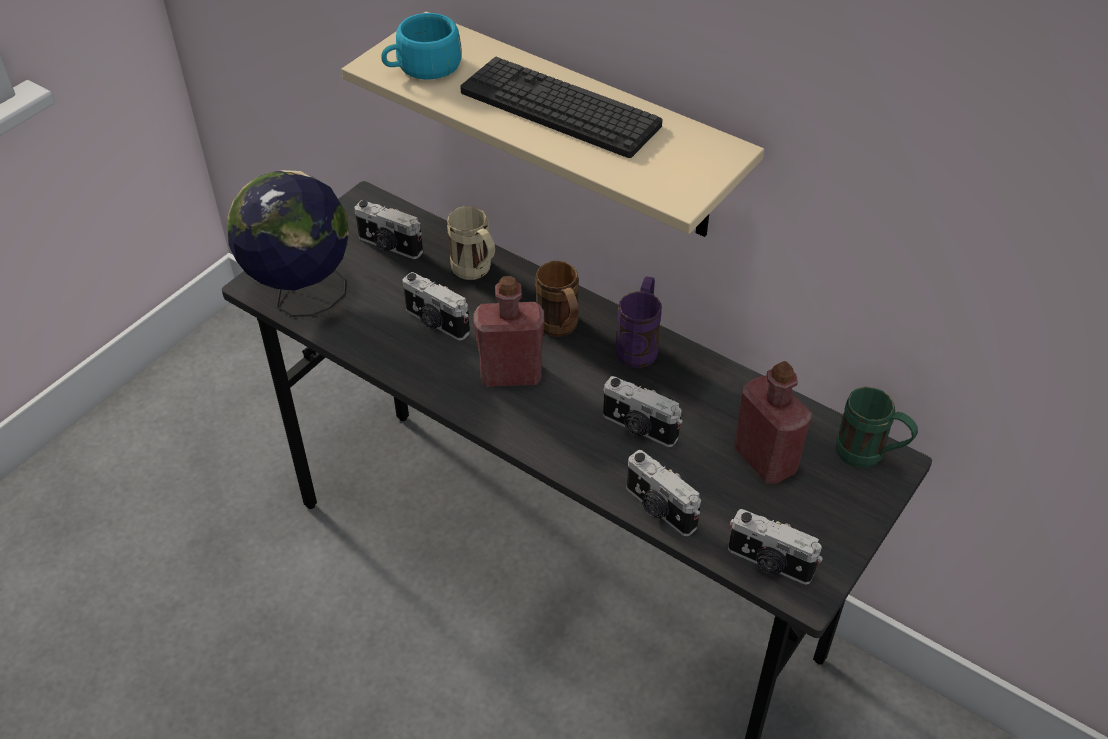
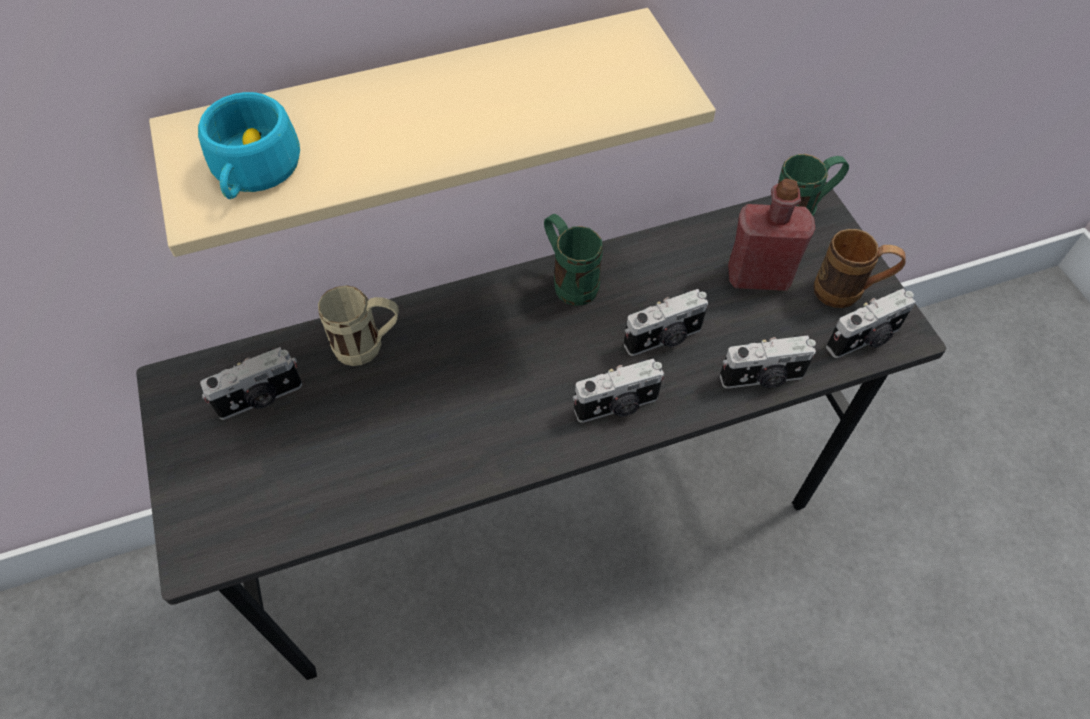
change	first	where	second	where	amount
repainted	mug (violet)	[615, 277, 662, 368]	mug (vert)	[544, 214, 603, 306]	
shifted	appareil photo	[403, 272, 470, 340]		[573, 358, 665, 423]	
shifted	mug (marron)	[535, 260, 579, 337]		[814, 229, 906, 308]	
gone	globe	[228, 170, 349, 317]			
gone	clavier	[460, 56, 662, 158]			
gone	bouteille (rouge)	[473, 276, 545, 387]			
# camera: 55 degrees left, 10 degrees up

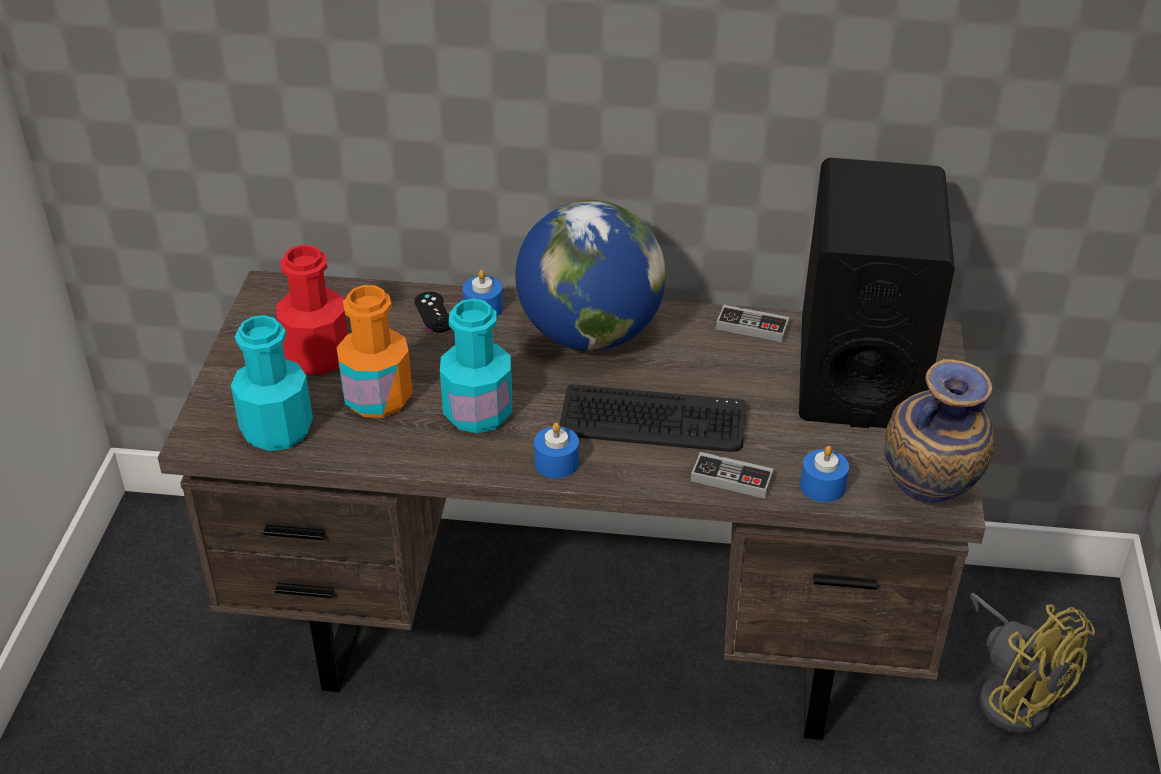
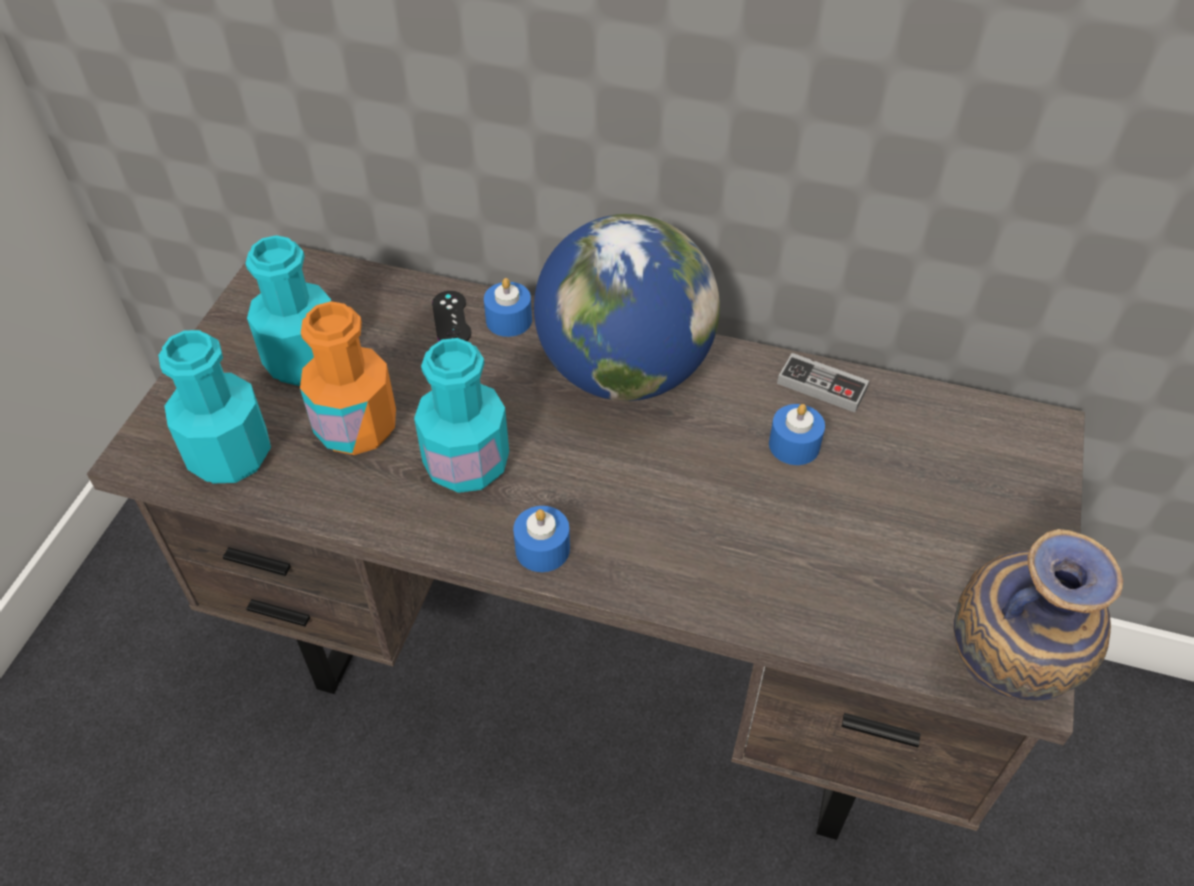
change	first	where	second	where	amount
repainted	bouteille (rouge)	[276, 245, 348, 375]	bouteille (turquoise)	[245, 235, 331, 386]	
shifted	bougie (bleu)	[800, 446, 849, 502]		[769, 404, 825, 465]	
gone	clavier	[560, 385, 746, 452]			
gone	manette	[691, 452, 774, 499]			
gone	enceinte (noir)	[799, 158, 955, 428]			
gone	ventilateur (jaune)	[970, 593, 1095, 734]			
# camera: 10 degrees right, 10 degrees up

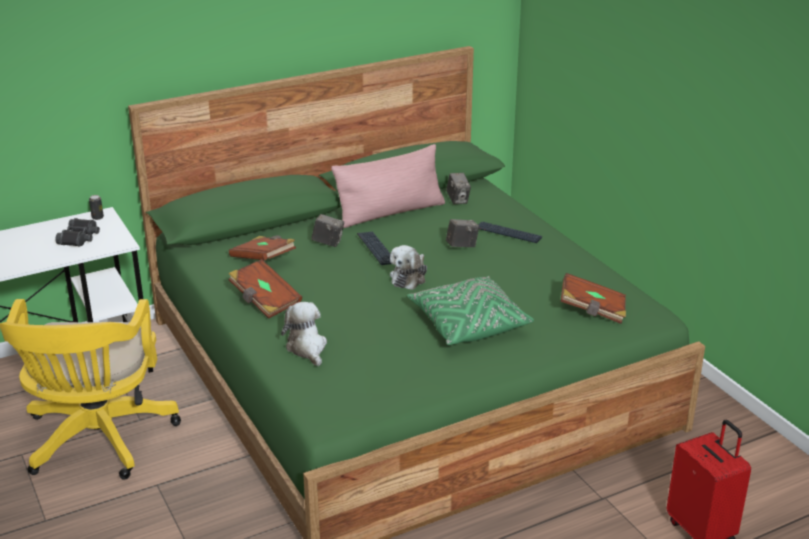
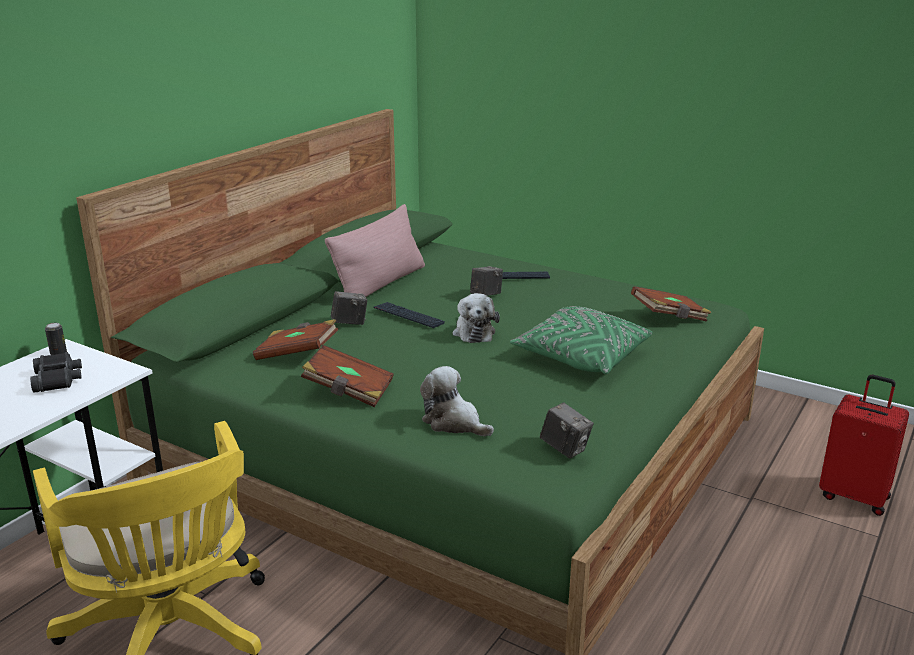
change	first	where	second	where	amount
shifted	appareil photo	[446, 173, 471, 204]		[540, 403, 594, 458]	
# camera: 30 degrees left, 5 degrees down

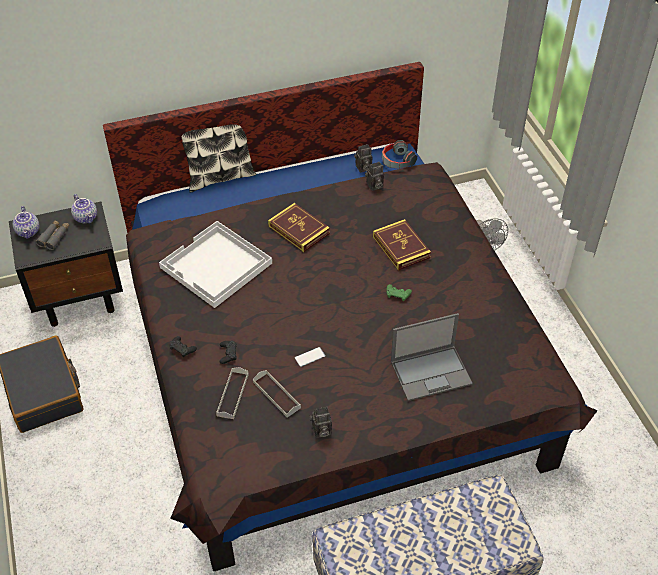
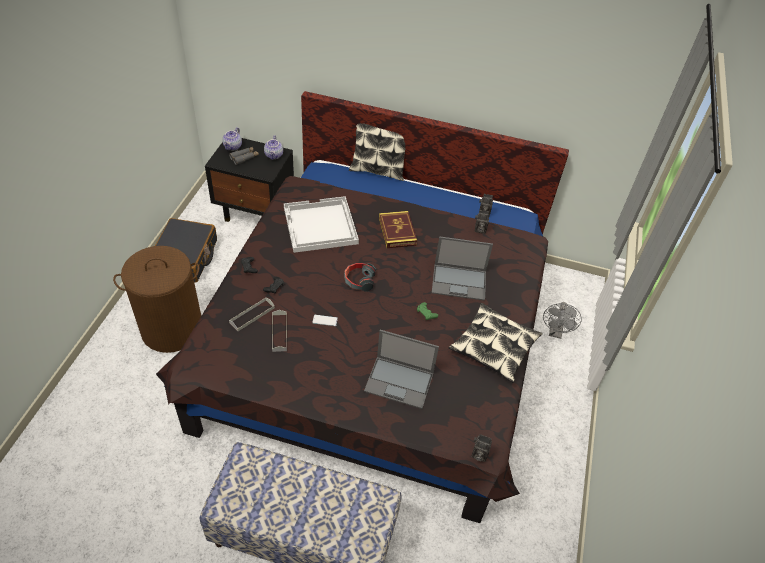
change	first	where	second	where	amount
new			panier à linge (marron)	[113, 246, 201, 353]	
shifted	casque audio	[382, 140, 417, 169]		[344, 263, 376, 291]	
swapped	livre	[373, 219, 431, 271]	ordinateur portable	[432, 236, 493, 301]	
new			coussin	[449, 303, 543, 382]	
shifted	appareil photo	[310, 407, 332, 438]		[471, 434, 492, 462]	
# camera: 30 degrees right, 0 degrees up

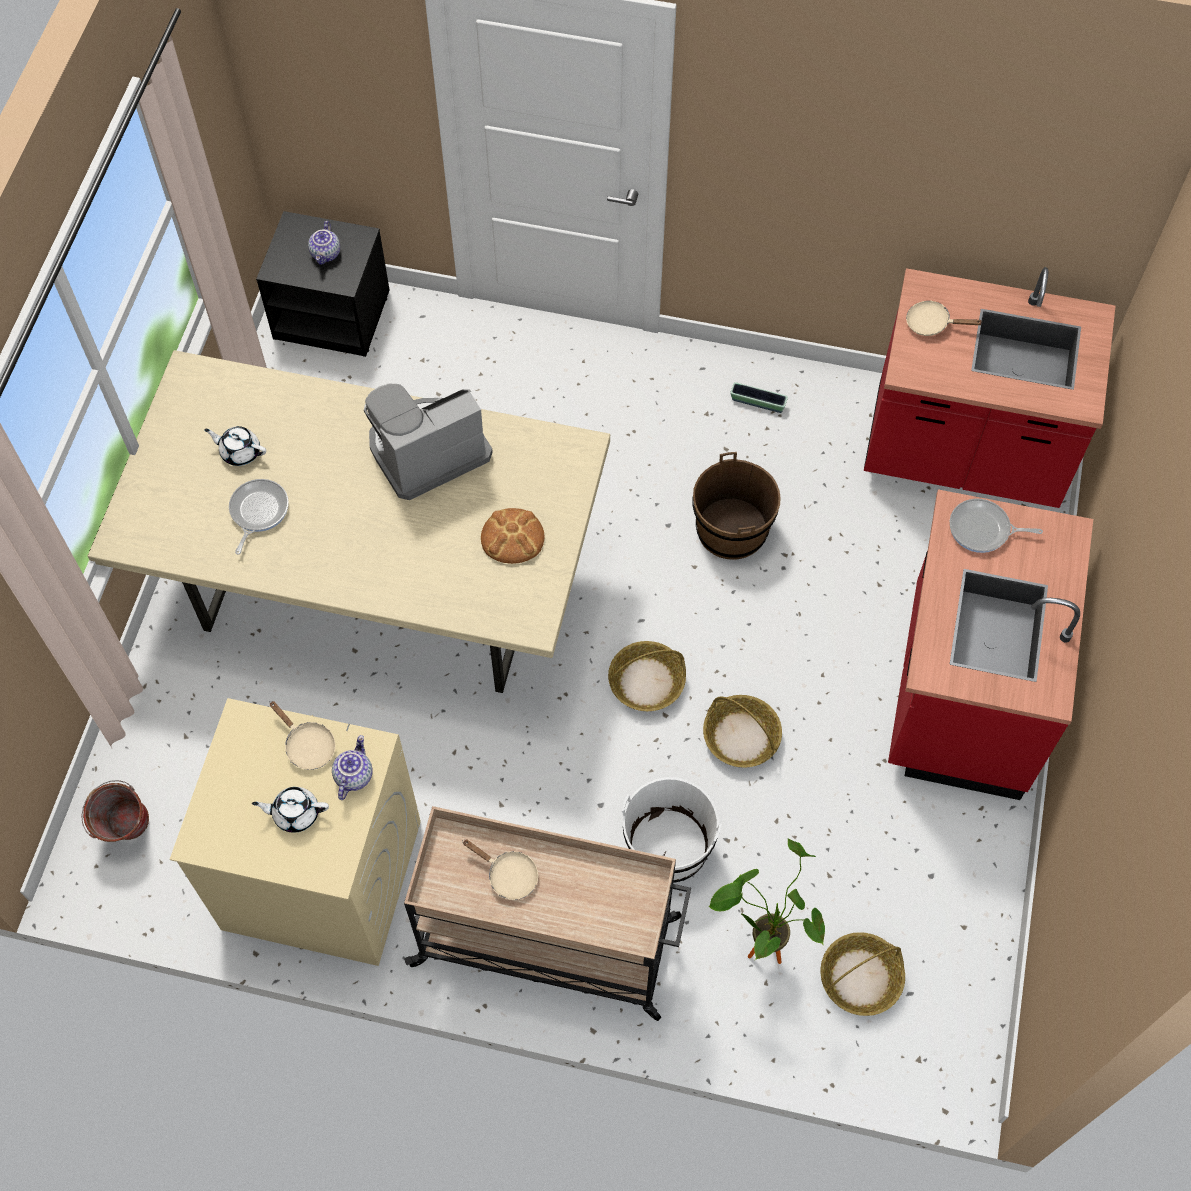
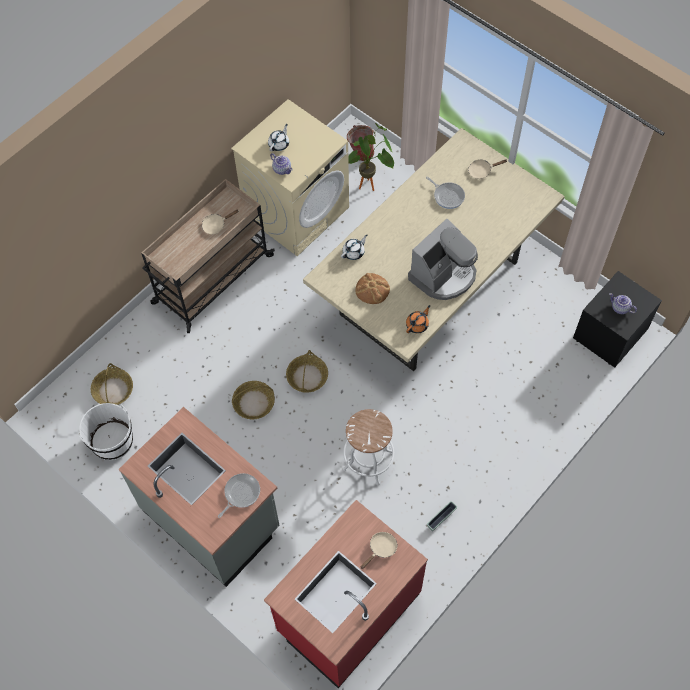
change	first	where	second	where	amount
shifted	seau (blanc)	[622, 777, 721, 883]		[79, 403, 133, 460]	
repainted	comptoir de cuisine (rouge)	[888, 489, 1093, 800]	comptoir de cuisine (gris)	[119, 407, 280, 587]	
shifted	théière (blanc)	[204, 426, 266, 466]		[341, 235, 367, 260]	
swapped	seau (marron)	[692, 452, 781, 560]	tabouret (blanc)	[343, 409, 394, 485]	
shifted	plante en pot	[709, 839, 825, 964]		[348, 123, 394, 191]	
new			théière (orange)	[406, 305, 430, 333]	
rotated	machine à café	[364, 384, 493, 500]		[408, 219, 478, 300]	45 degrees clockwise
shifted	poêle (beige)	[269, 701, 335, 770]		[468, 159, 507, 179]	
# camera: 120 degrees right, 0 degrees up

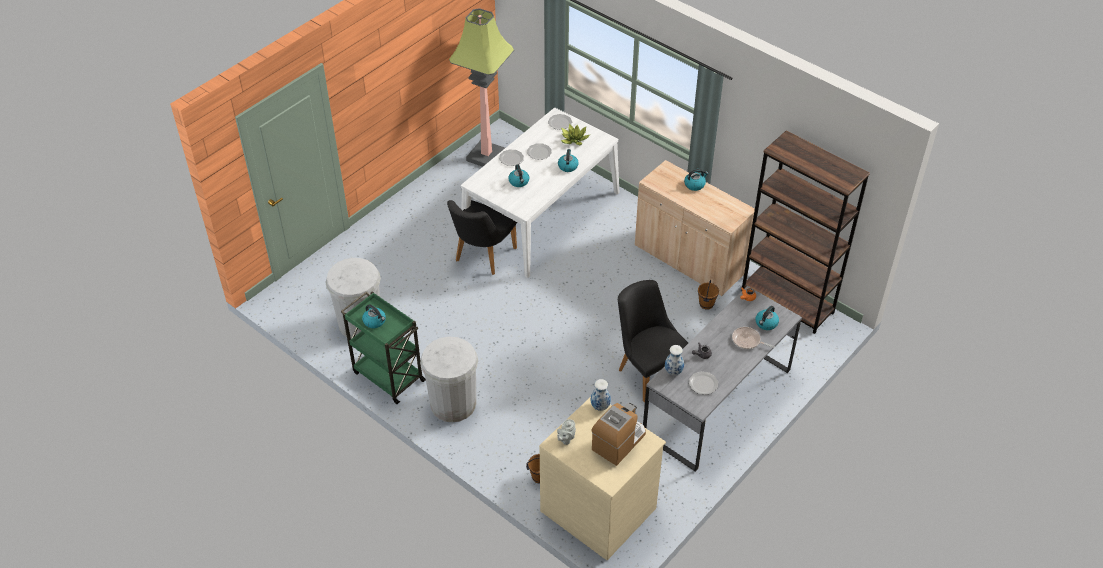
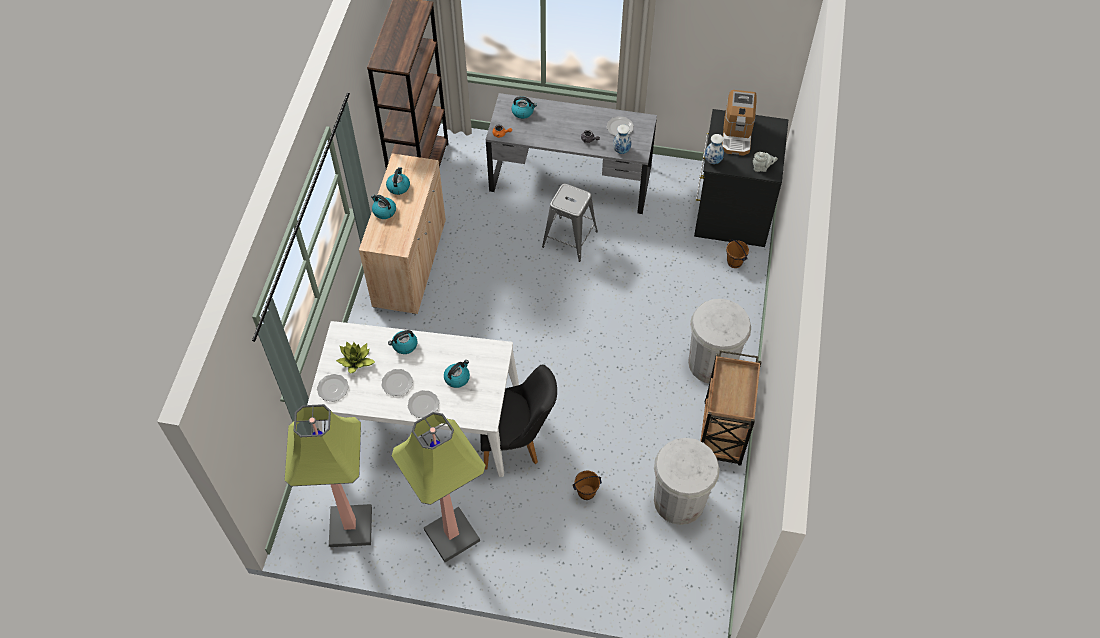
change	first	where	second	where	amount
shifted	bouilloire	[362, 304, 386, 328]		[386, 167, 410, 195]	
new			lampadaire	[391, 412, 486, 562]	
swapped	chaise (noir)	[618, 280, 688, 402]	tabouret (gris)	[542, 184, 598, 262]	
shifted	seau (marron)	[698, 280, 719, 310]		[573, 470, 602, 500]	
repainted	commode (beige)	[539, 397, 666, 560]	commode (noir)	[694, 109, 788, 247]	
repainted	chariot (vert)	[341, 291, 426, 404]	chariot (marron)	[700, 350, 761, 466]	
rotated	machine à café	[592, 403, 646, 466]		[722, 90, 757, 156]	90 degrees counterclockwise
gone	poêle	[732, 327, 775, 349]			
# camera: 120 degrees left, 10 degrees up

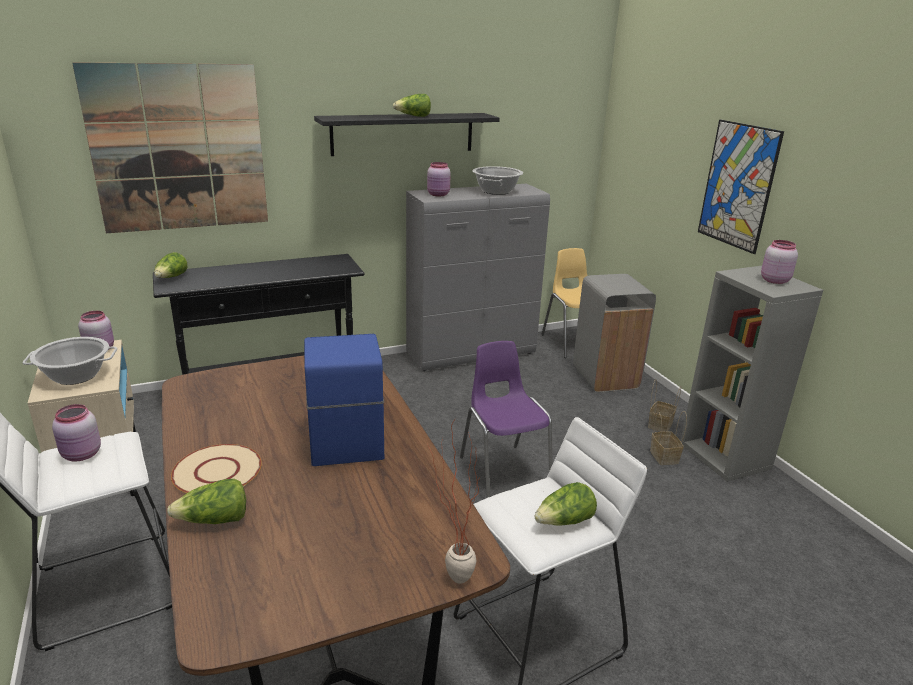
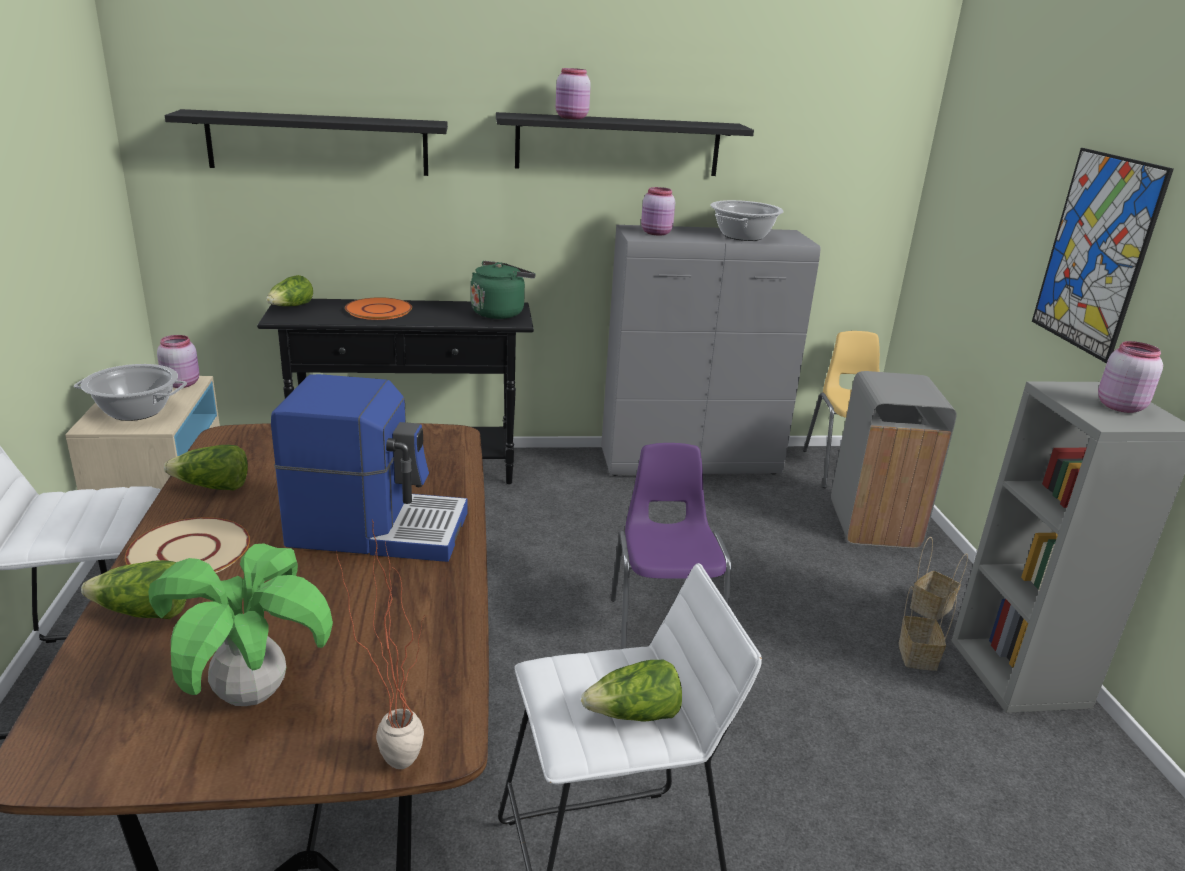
change	first	where	second	where	amount
new			plante en pot	[148, 543, 333, 706]	
shifted	laitue	[393, 94, 431, 117]		[164, 445, 248, 490]	
swapped	tableau	[72, 62, 268, 233]	étagère (noir)	[165, 109, 448, 176]	
rotated	machine à café	[304, 334, 384, 466]		[271, 374, 468, 562]	90 degrees clockwise
new			assiette (orange)	[345, 297, 412, 320]	
new			bouilloire (vert)	[471, 261, 536, 319]	
shifted	bocal (rose)	[52, 404, 101, 462]		[556, 68, 591, 119]	
# camera: 15 degrees right, 0 degrees up

